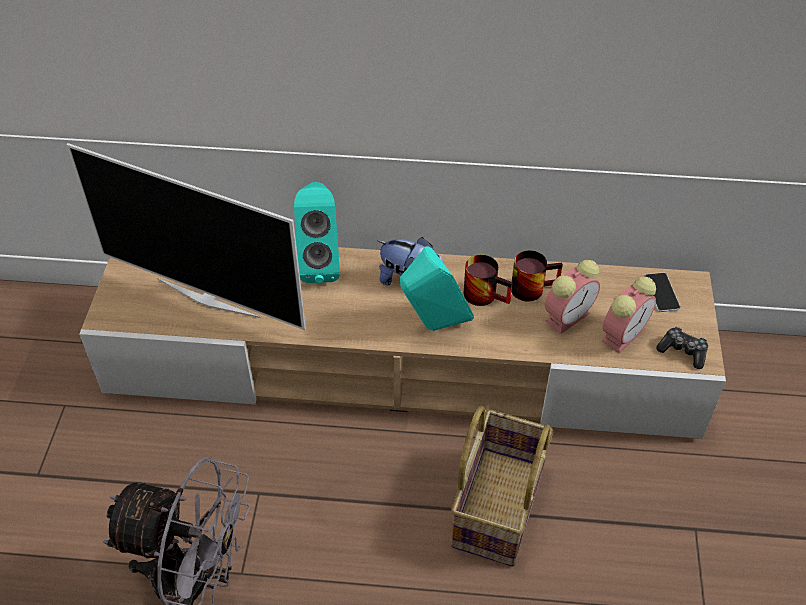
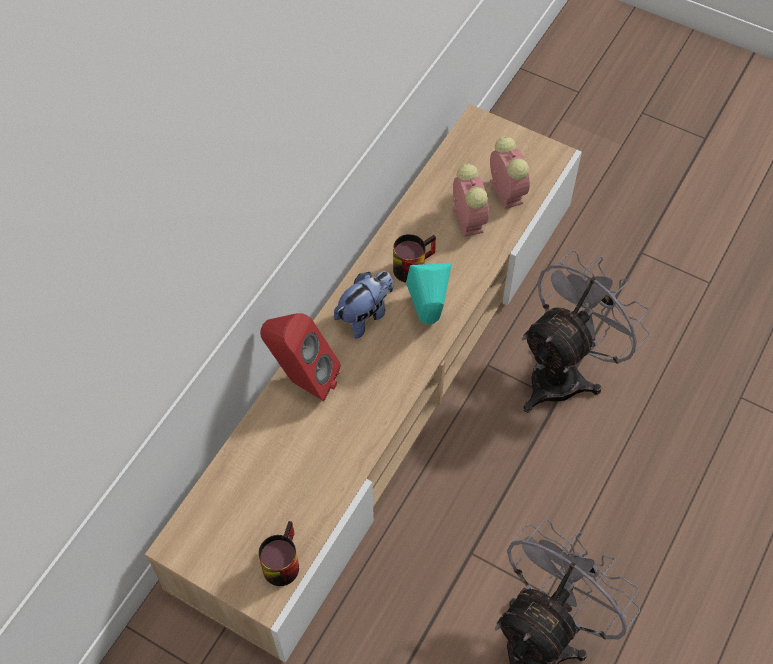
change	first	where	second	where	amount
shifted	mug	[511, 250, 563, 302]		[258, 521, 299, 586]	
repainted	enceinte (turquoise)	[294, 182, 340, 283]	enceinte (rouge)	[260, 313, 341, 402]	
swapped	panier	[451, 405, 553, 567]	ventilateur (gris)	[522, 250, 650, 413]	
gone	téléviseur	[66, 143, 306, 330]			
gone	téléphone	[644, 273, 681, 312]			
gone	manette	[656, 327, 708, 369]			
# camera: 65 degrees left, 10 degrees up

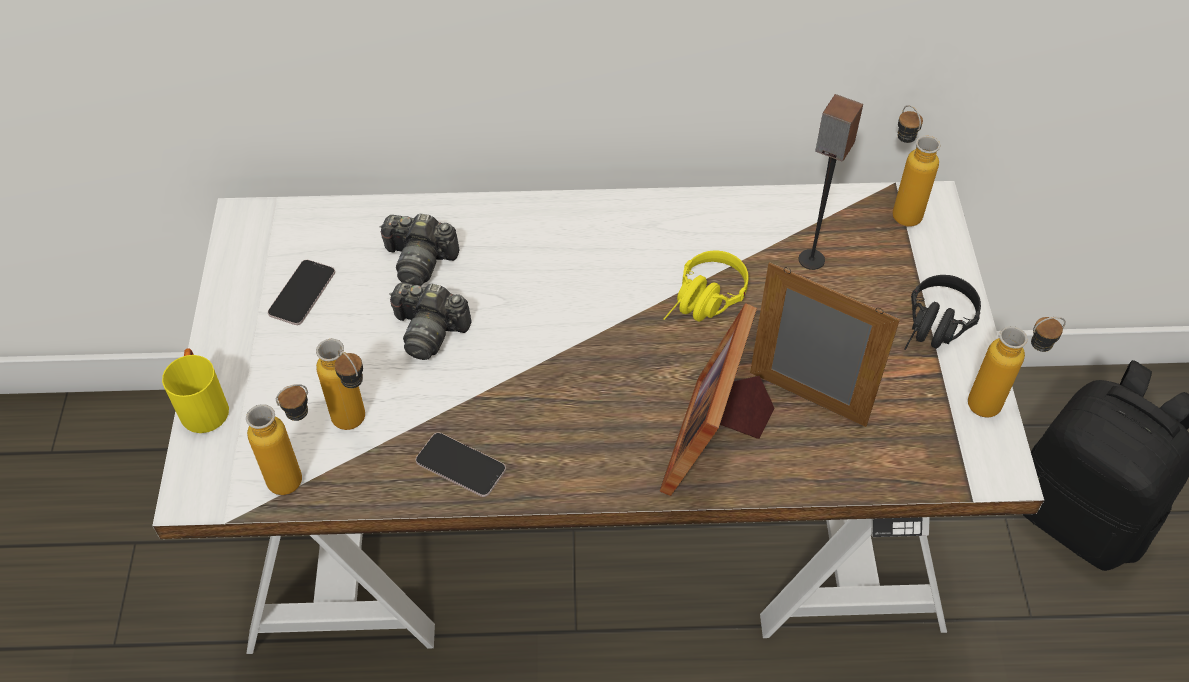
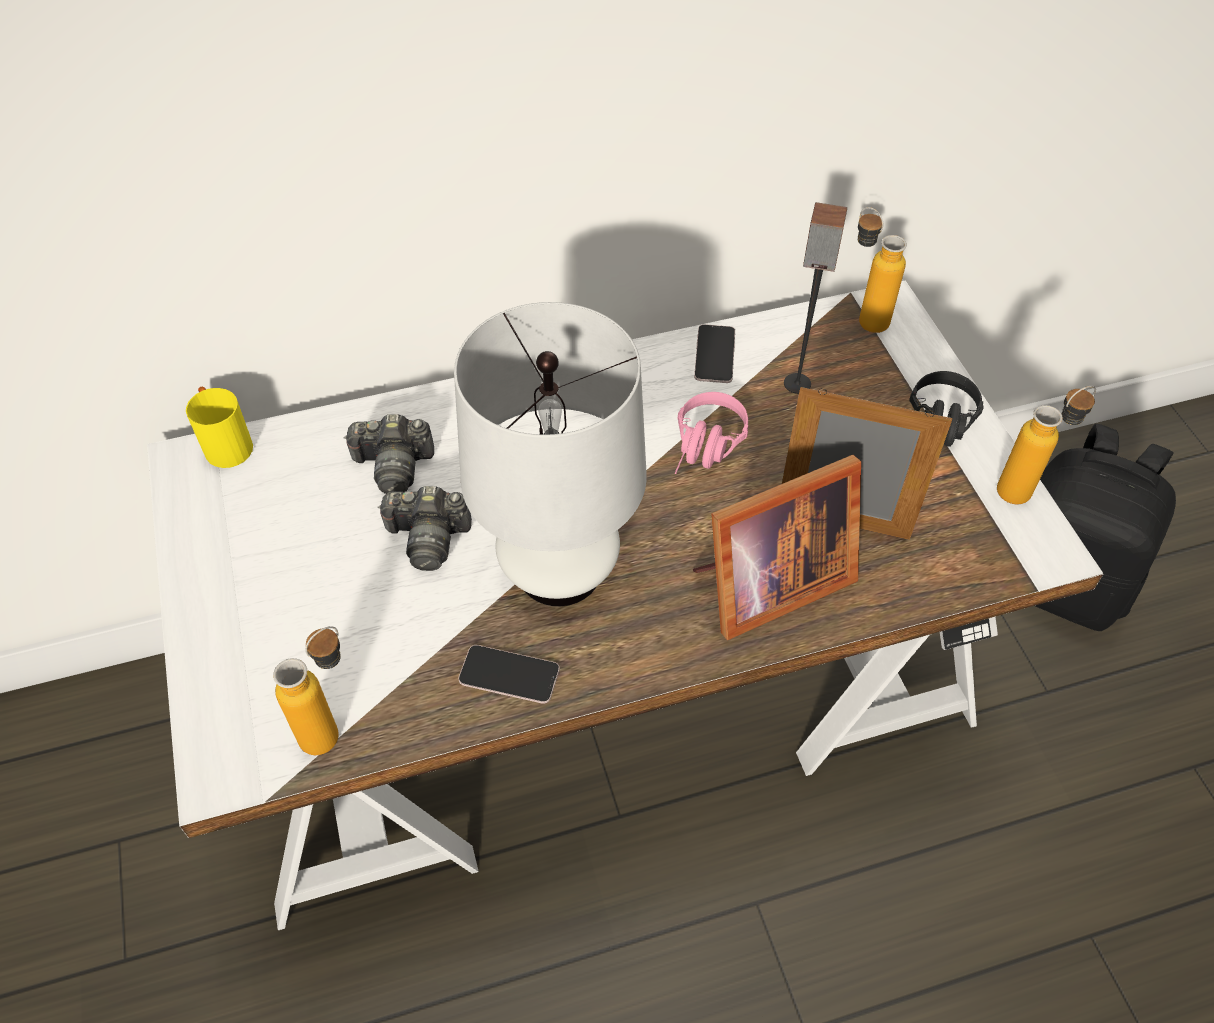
change	first	where	second	where	amount
shifted	mug (jaune)	[162, 348, 229, 433]		[186, 387, 253, 468]	
new			lampe de table (blanc)	[454, 302, 647, 606]	
repainted	casque audio (jaune)	[664, 251, 748, 322]	casque audio (rose)	[675, 392, 748, 474]	
rotated	cadre photo	[660, 303, 775, 496]		[693, 455, 861, 640]	120 degrees counterclockwise
shifted	téléphone	[268, 260, 335, 325]		[694, 324, 735, 383]	
gone	bouteille	[316, 339, 365, 430]			
# camera: 15 degrees left, 0 degrees up

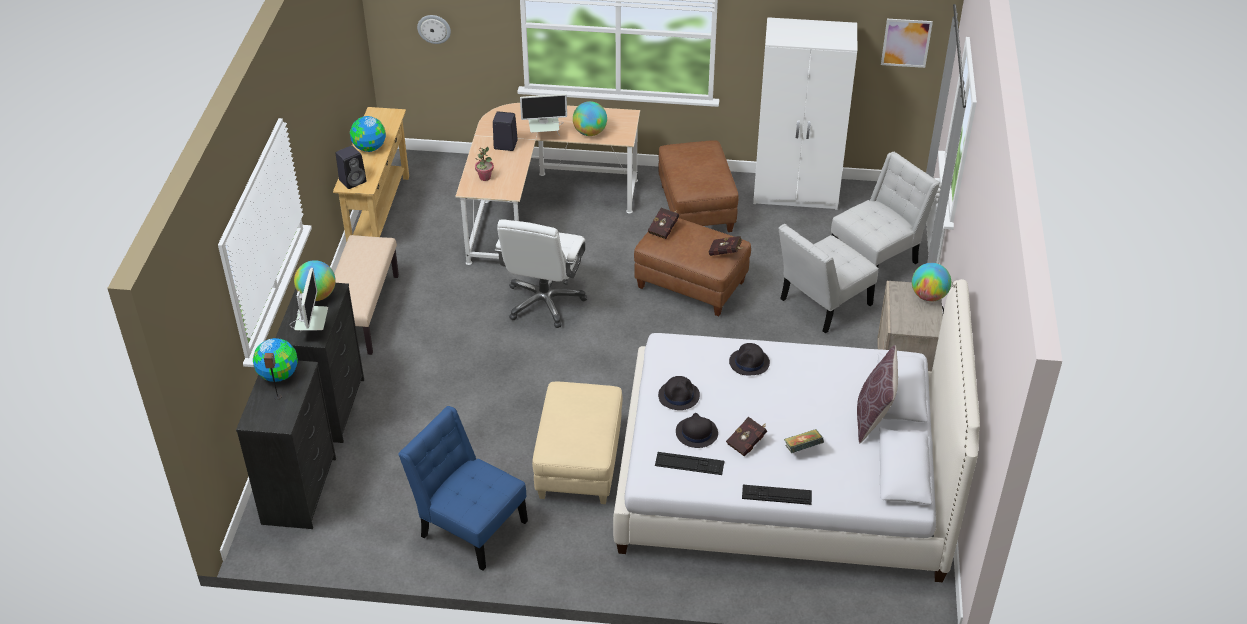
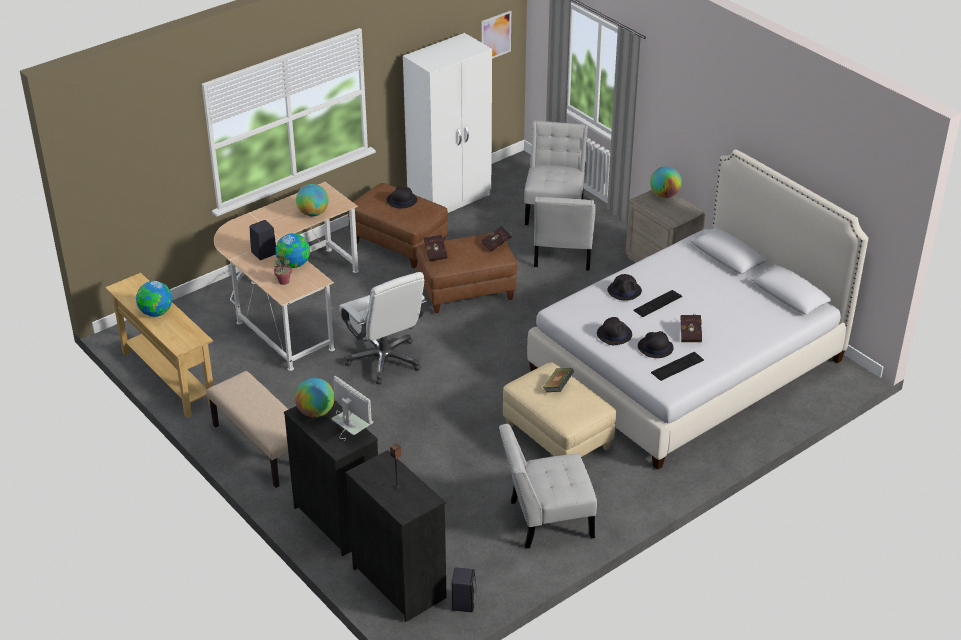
change	first	where	second	where	amount
shifted	globe	[253, 338, 298, 382]		[275, 233, 310, 268]	
new			chapeau (noir)	[386, 186, 417, 208]	
shifted	enceinte (noir)	[336, 145, 366, 189]		[451, 568, 477, 612]	
repainted	chaise (bleu)	[398, 406, 528, 570]	chaise (blanc)	[499, 424, 597, 549]	
shifted	livre	[784, 429, 824, 453]		[543, 368, 574, 392]	
shifted	clavier	[742, 485, 812, 505]		[633, 290, 682, 317]	
gone	horloge murale	[417, 15, 451, 44]			
gone	écran d'ordinateur	[520, 94, 567, 136]			
gone	coussin (marron)	[857, 345, 898, 443]			
# camera: 45 degrees left, 5 degrees down

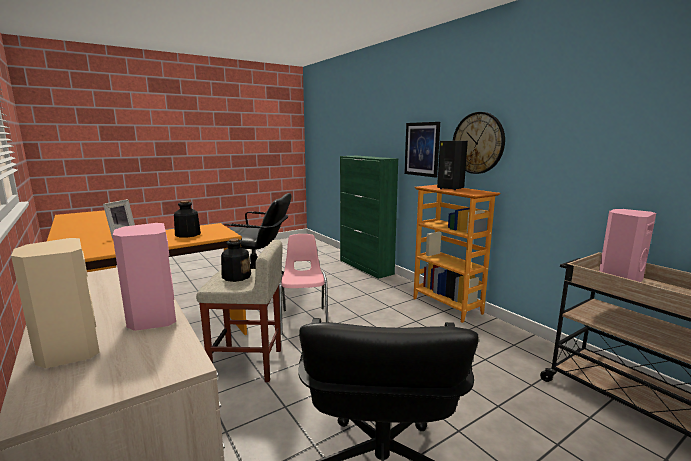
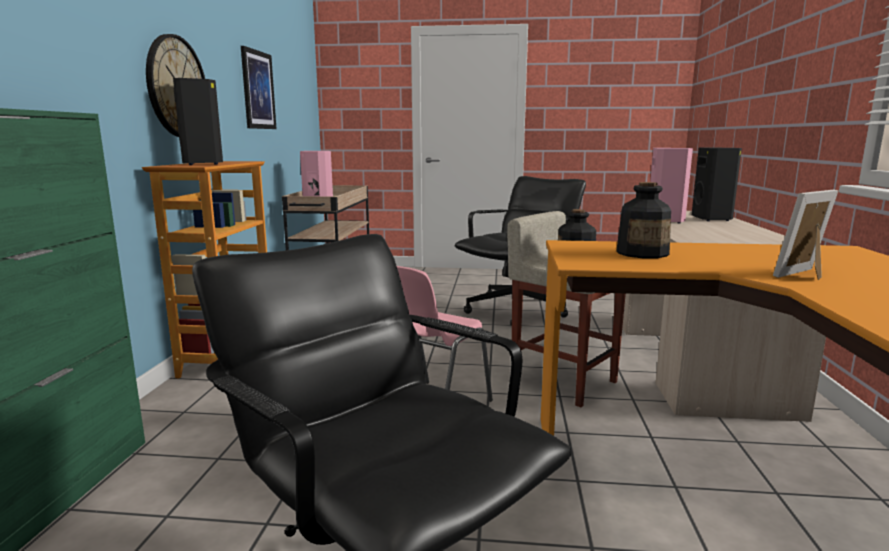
change	first	where	second	where	amount
shifted	tableau	[404, 122, 440, 178]		[241, 46, 277, 129]	
repainted	enceinte (beige)	[11, 238, 100, 368]	enceinte (noir)	[692, 148, 742, 221]	
# camera: 140 degrees left, 0 degrees up

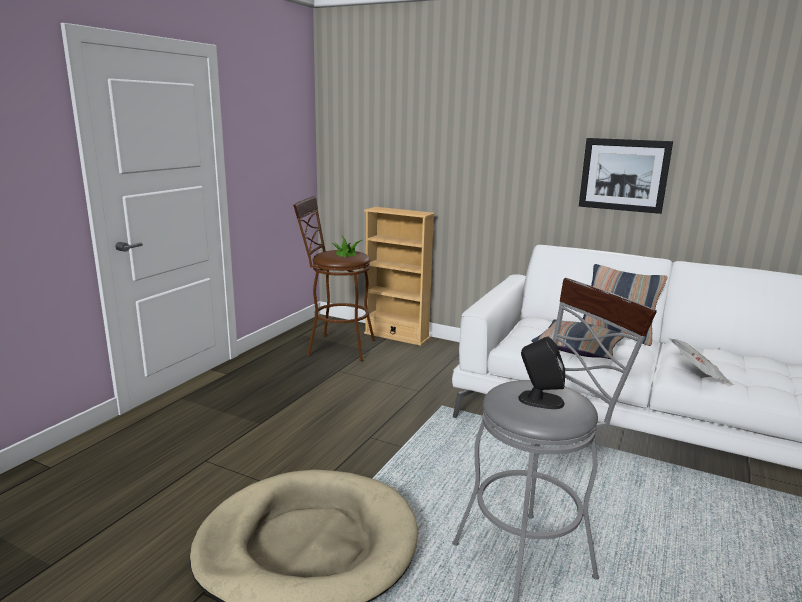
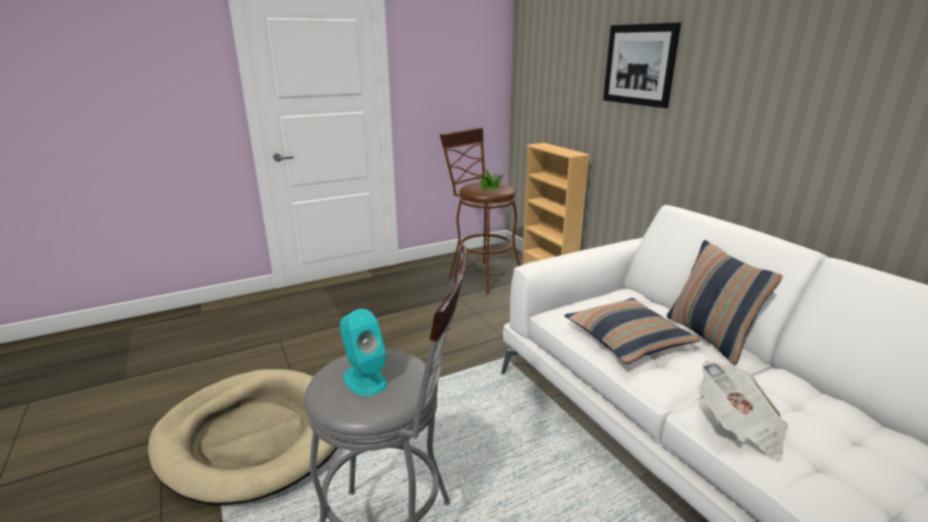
change	first	where	second	where	amount
repainted	enceinte (noir)	[519, 336, 565, 409]	enceinte (turquoise)	[340, 309, 387, 396]	
shifted	tableau	[579, 138, 673, 214]		[603, 22, 681, 108]	
# camera: 35 degrees right, 5 degrees up

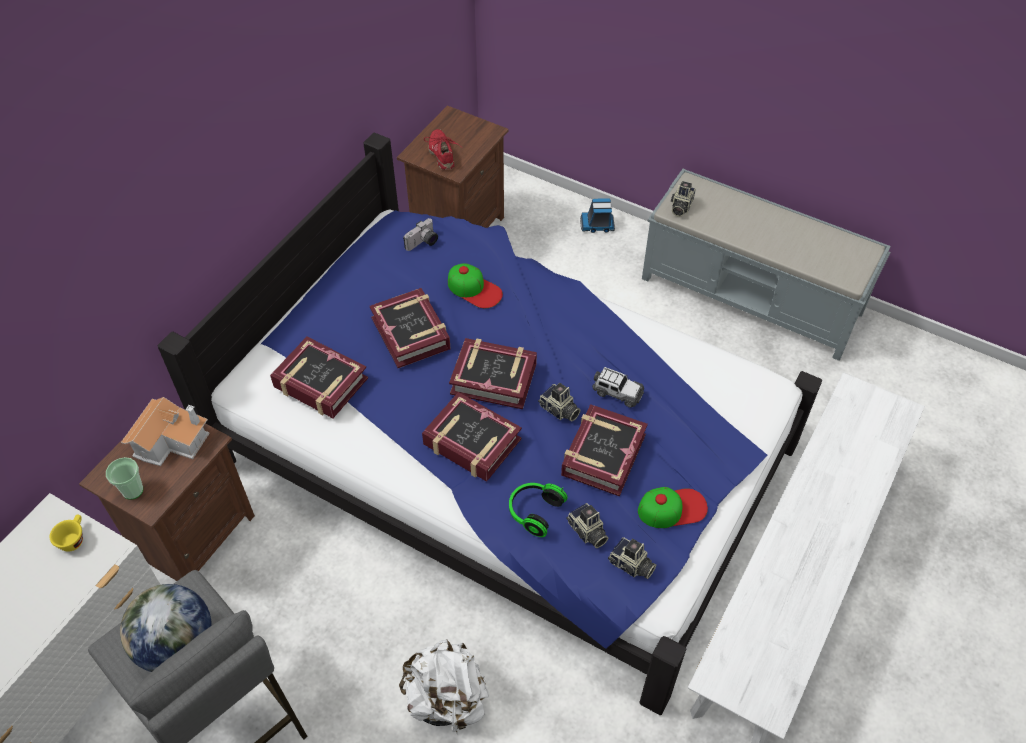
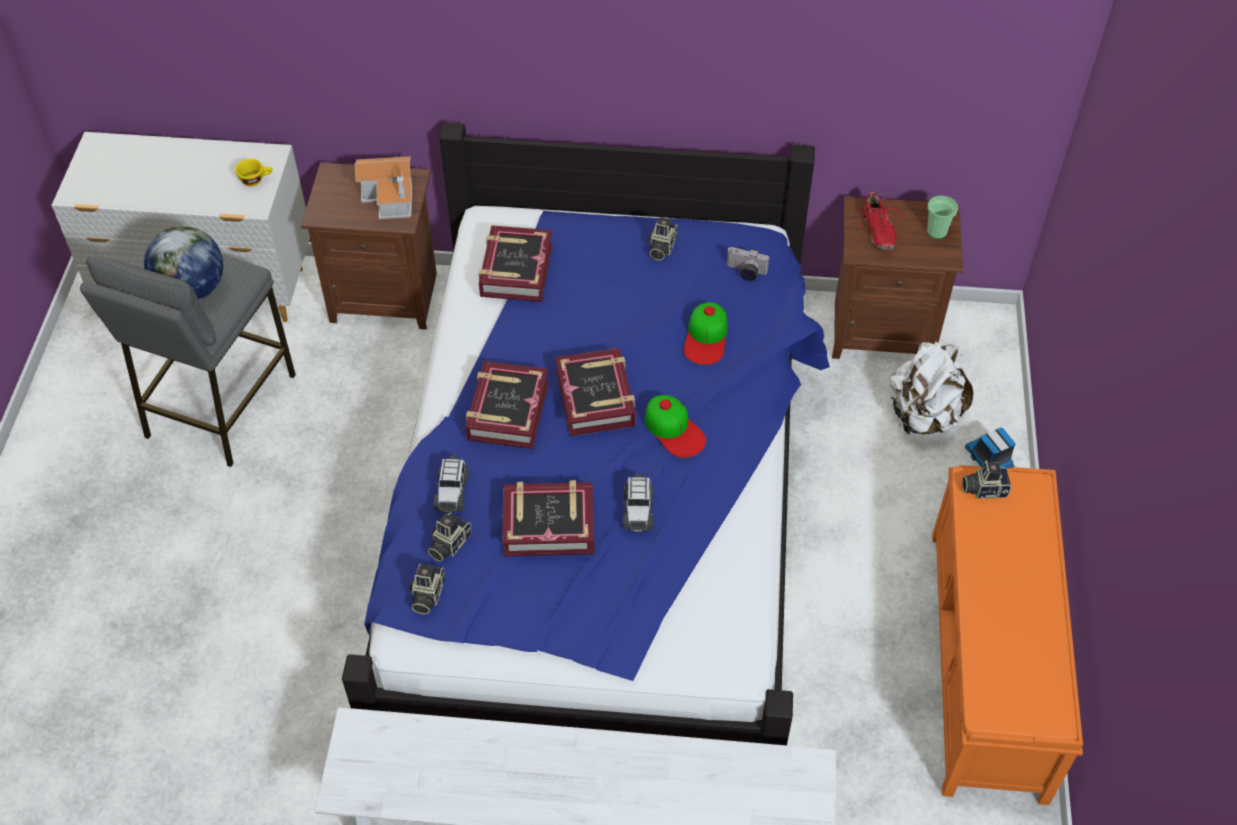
change	first	where	second	where	amount
swapped	casque audio	[509, 483, 568, 537]	petite voiture	[433, 455, 469, 513]	
shifted	casquette	[638, 487, 708, 528]		[645, 395, 706, 458]	
shifted	appareil photo	[538, 383, 581, 422]		[648, 217, 678, 261]	
rotated	chaussure (rouge)	[424, 129, 460, 170]		[855, 192, 903, 251]	120 degrees clockwise
shifted	sac à dos (blanc)	[399, 639, 489, 735]		[890, 342, 973, 435]	
shifted	tasse	[106, 457, 143, 500]		[927, 196, 958, 239]	
repainted	banc (gris)	[642, 169, 891, 361]	banc (orange)	[932, 465, 1083, 805]	
gone	livre	[370, 288, 451, 368]			
# camera: 65 degrees right, 0 degrees up

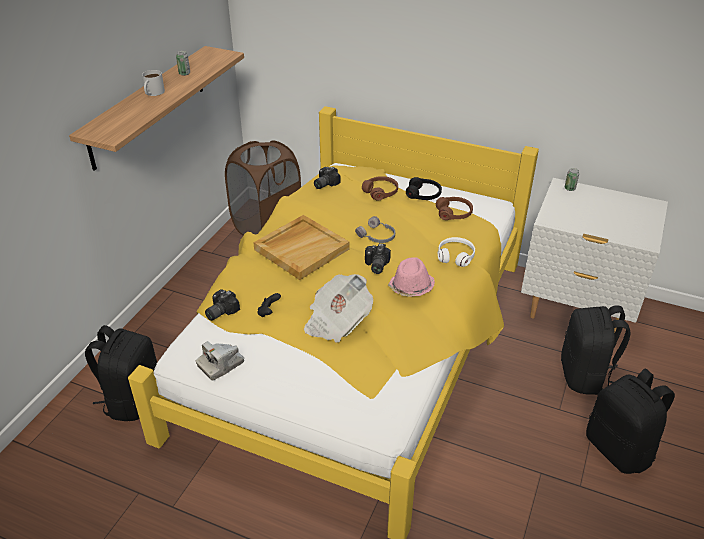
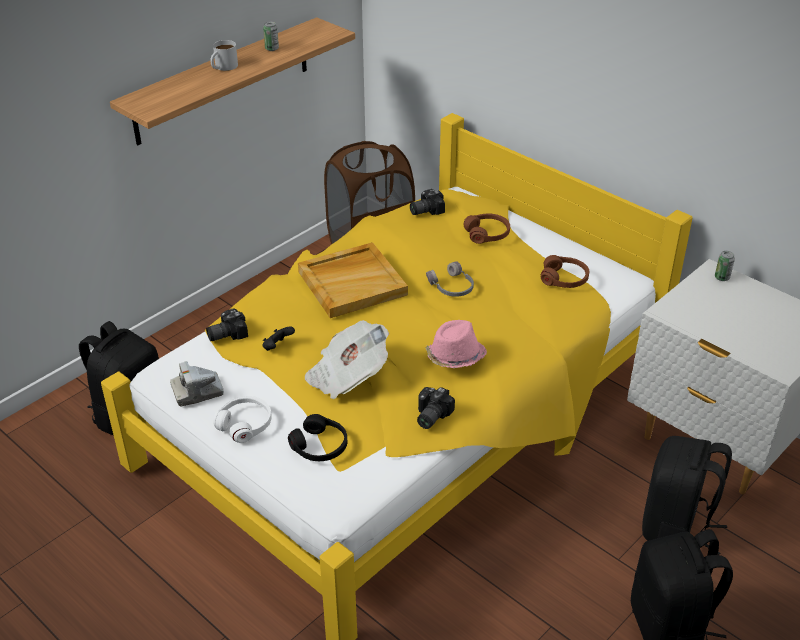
change	first	where	second	where	amount
shifted	casque audio (blanc)	[438, 237, 475, 267]		[213, 396, 272, 443]	
shifted	casque audio (noir)	[406, 177, 442, 200]		[288, 414, 347, 461]	
shifted	appareil photo	[365, 243, 391, 274]		[417, 387, 455, 429]	
# camera: 20 degrees right, 0 degrees up

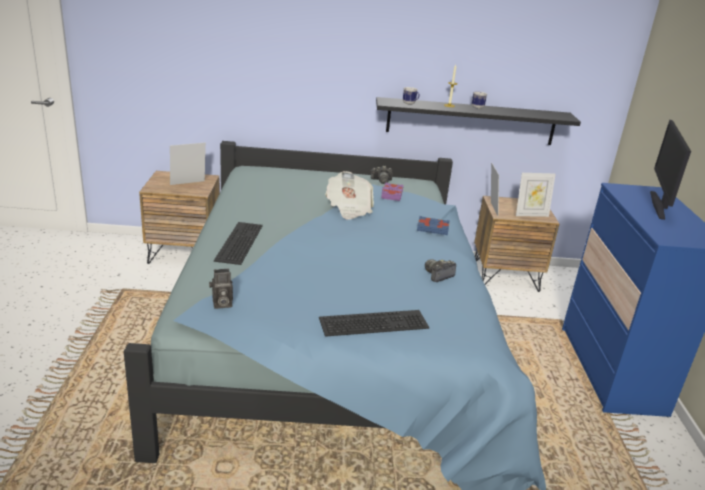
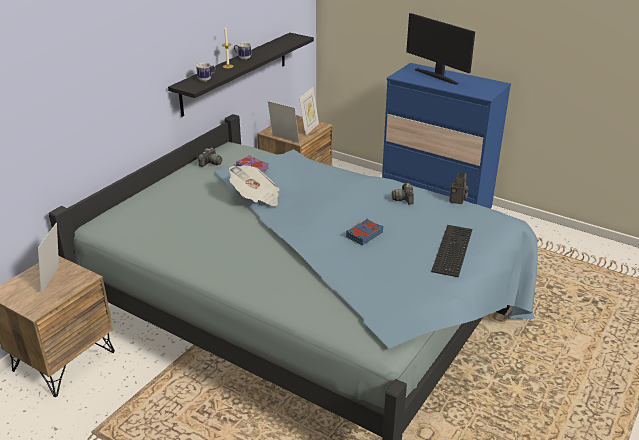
change	first	where	second	where	amount
shifted	livre (bleu)	[417, 216, 450, 235]		[346, 219, 383, 245]	
shifted	appareil photo	[209, 269, 233, 309]		[449, 173, 469, 204]	
gone	clavier	[214, 222, 263, 265]			
# camera: 55 degrees left, 5 degrees up

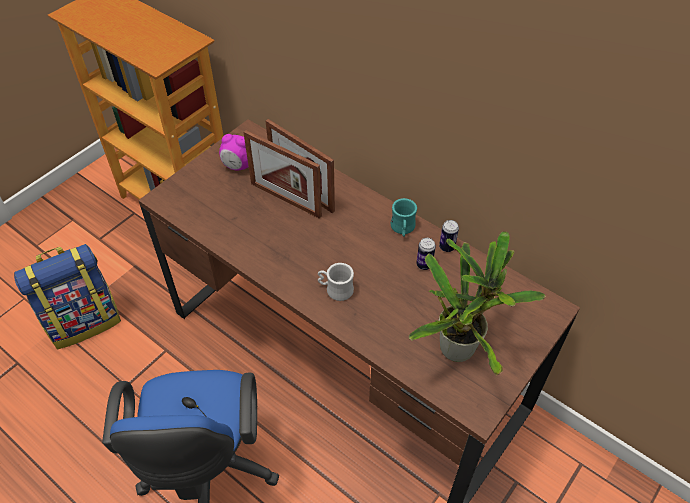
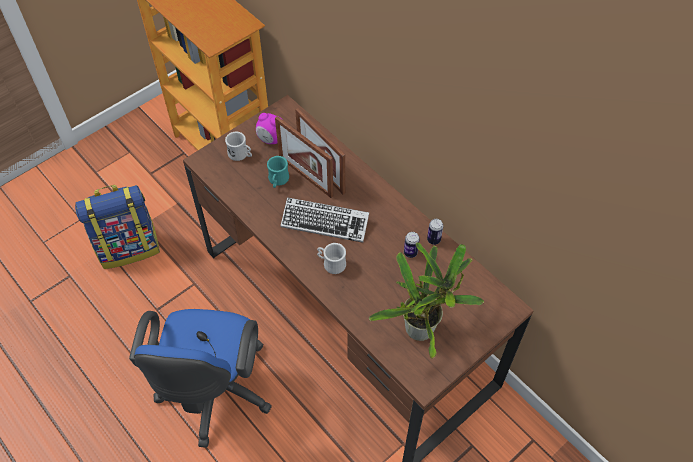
change	first	where	second	where	amount
new			mug (blanc)	[225, 132, 252, 161]	
shifted	mug (turquoise)	[390, 198, 417, 237]		[267, 156, 289, 188]	
new			clavier	[281, 197, 369, 243]	
# camera: 10 degrees right, 5 degrees up

